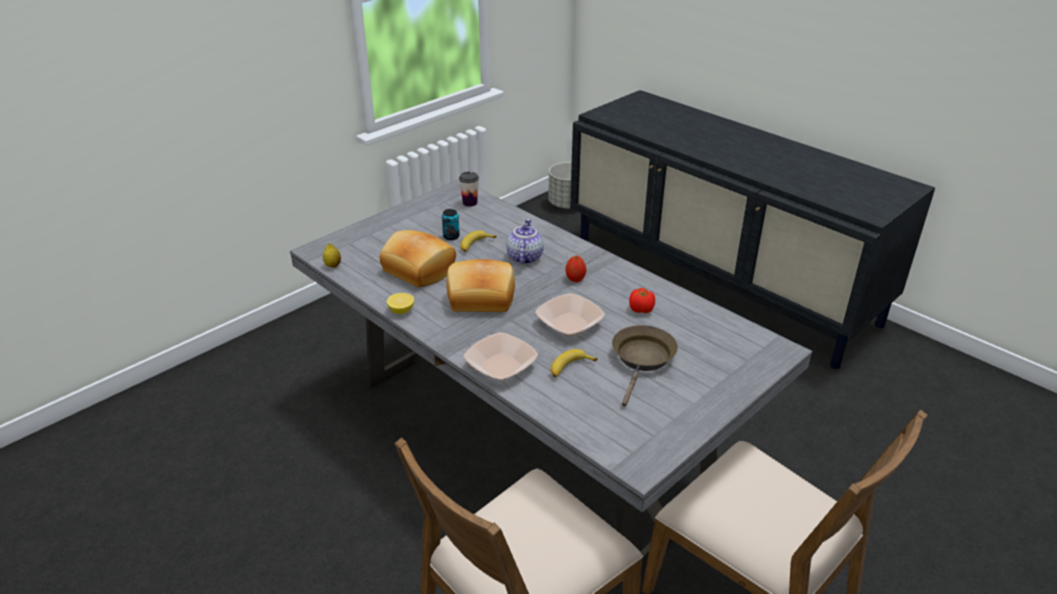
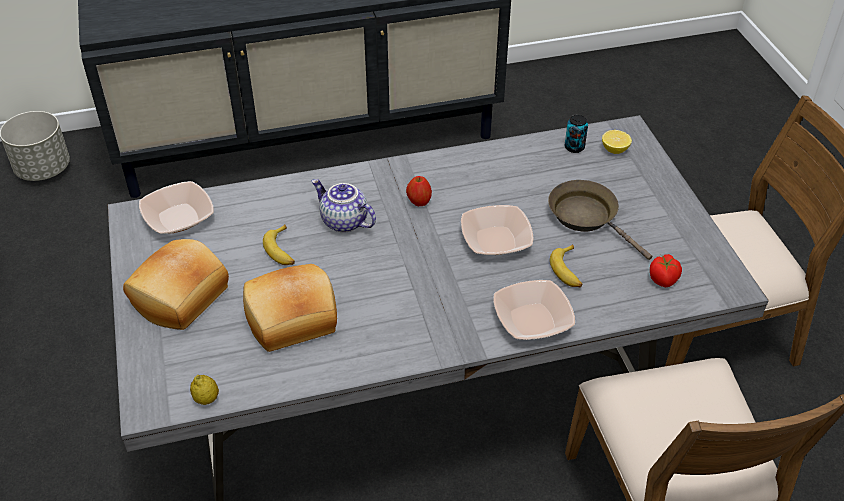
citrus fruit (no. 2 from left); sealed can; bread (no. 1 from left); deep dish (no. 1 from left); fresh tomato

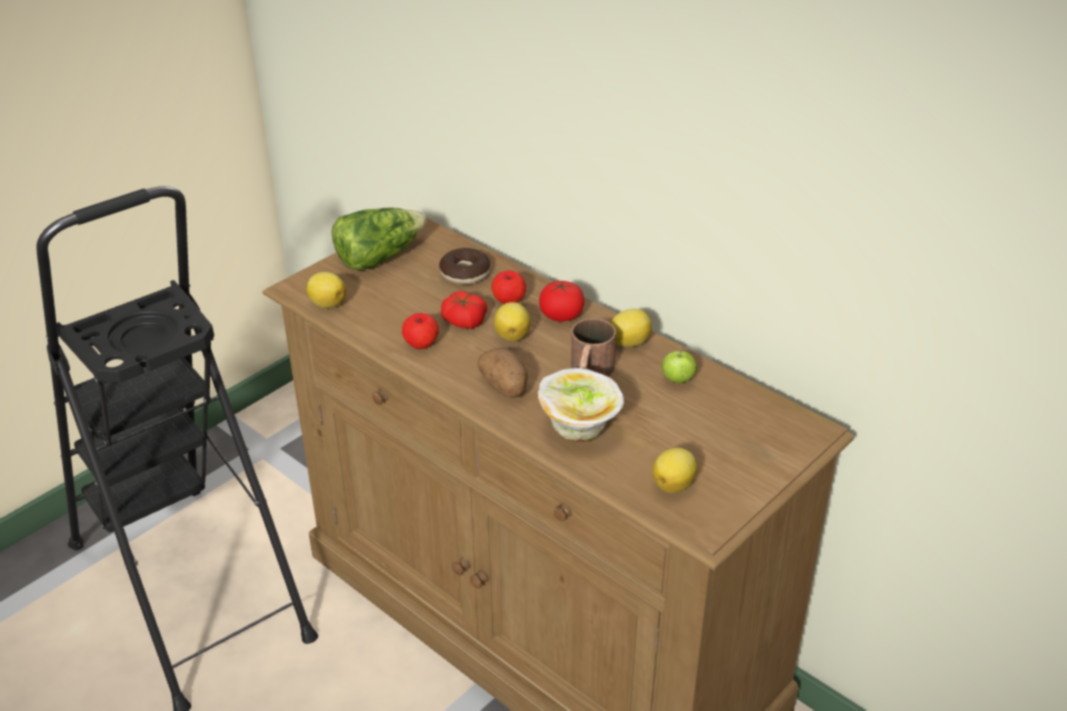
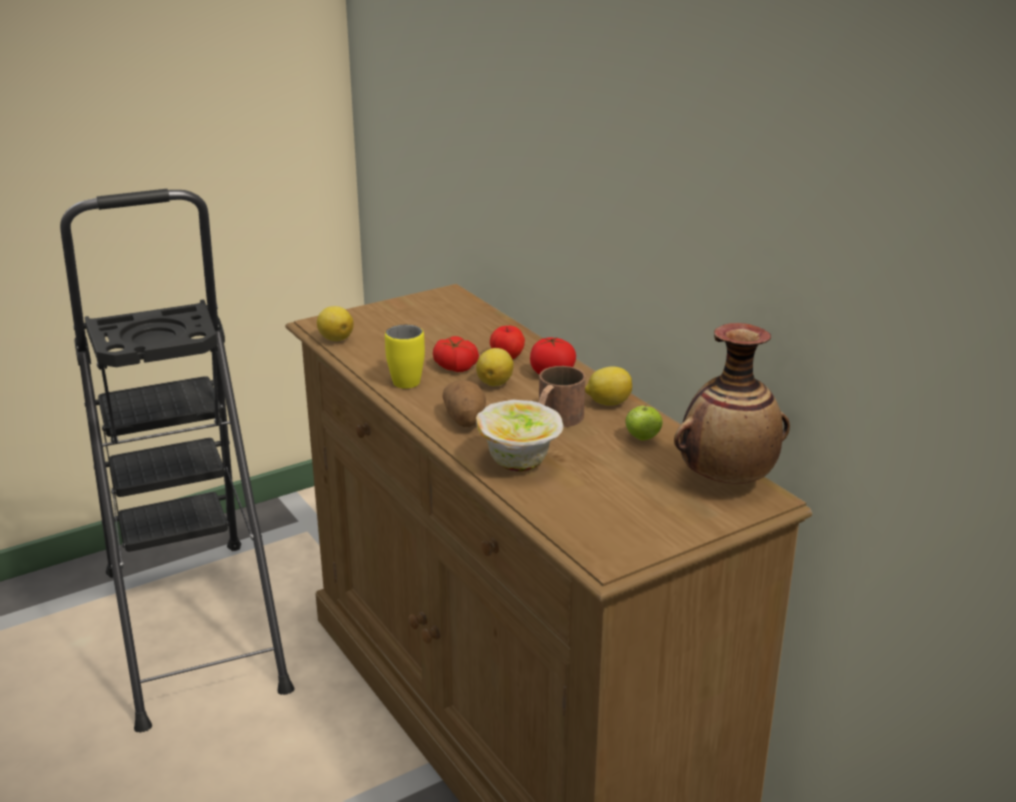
head of lettuce; yellow coffee mug; donut; citrus fruit (no. 4 from left in the first image); vase

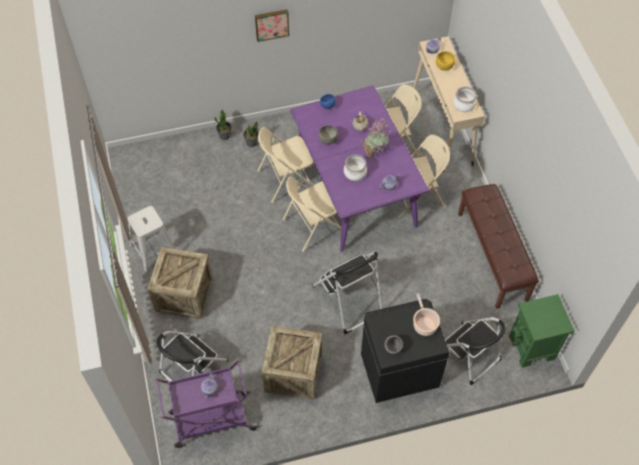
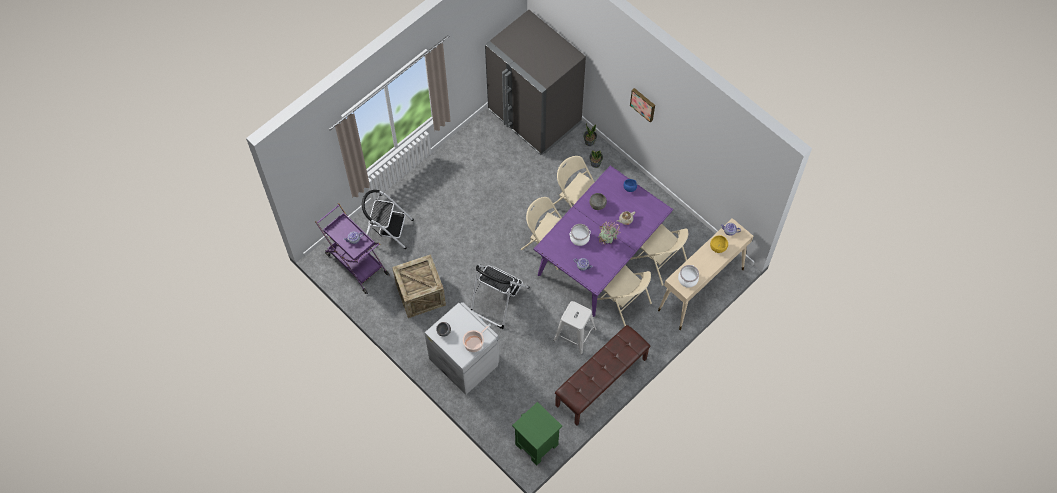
white stool; shipping crate (no. 1 from left in the first image); white washing machine; step ladder (no. 3 from left in the first image); greyish fridge

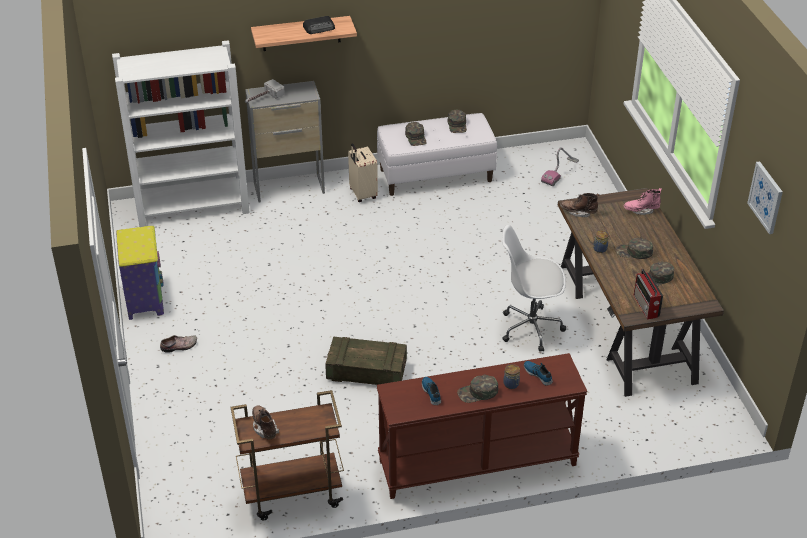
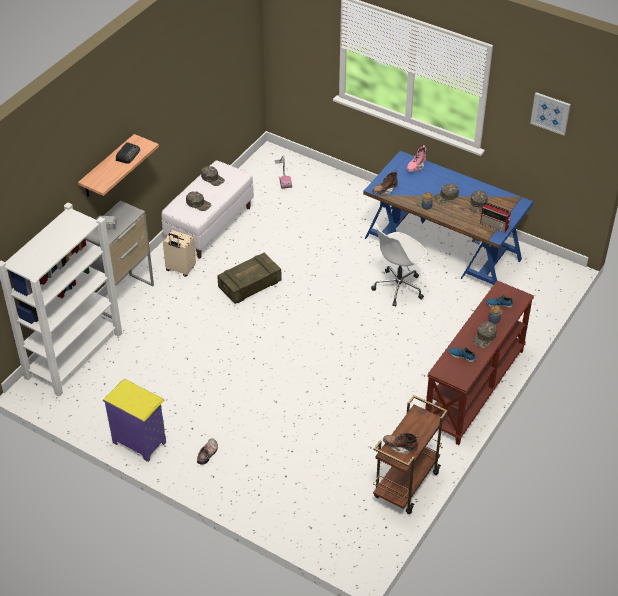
shipping crate; blue-coloured desk table

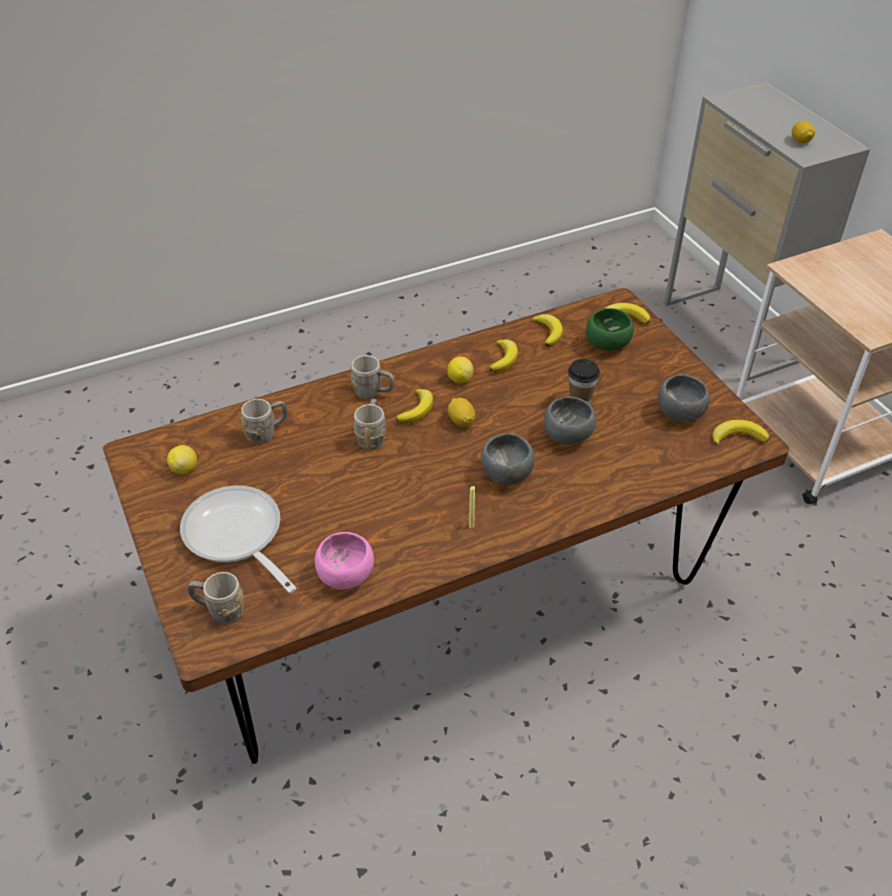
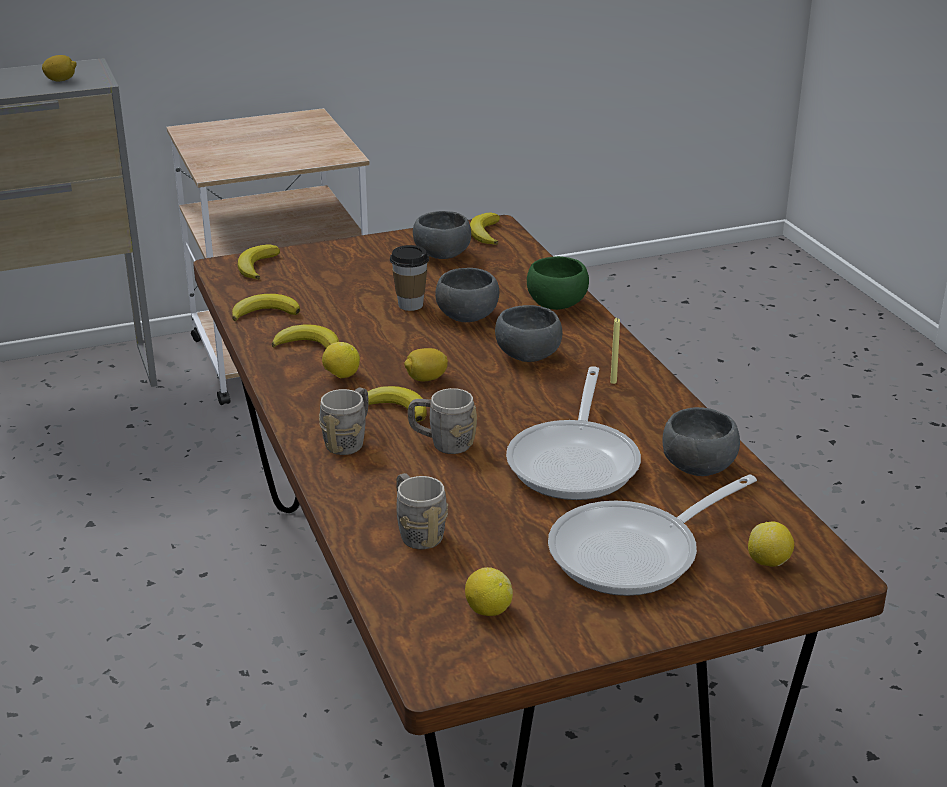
citrus fruit (no. 5 from left); greyish deep dish (no. 4 from left); greenish deep dish; skillet (no. 1 from left)

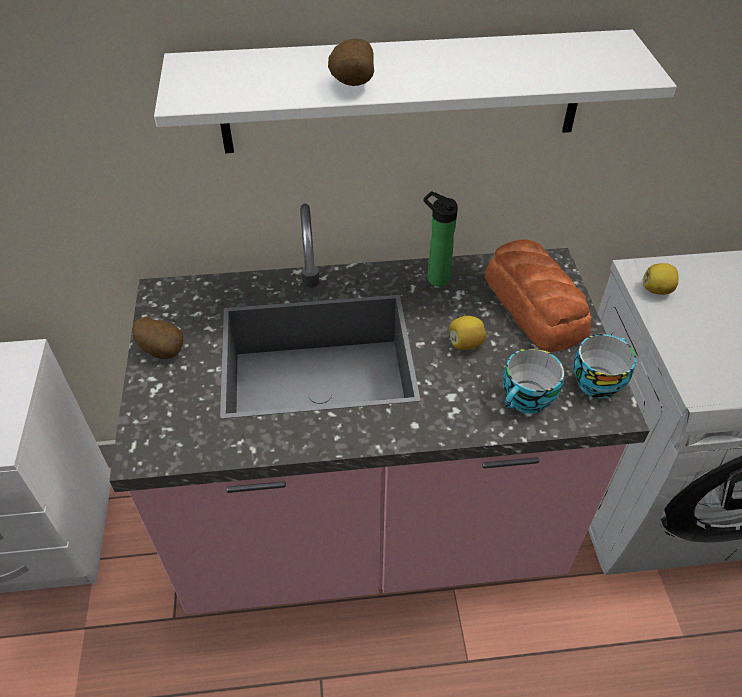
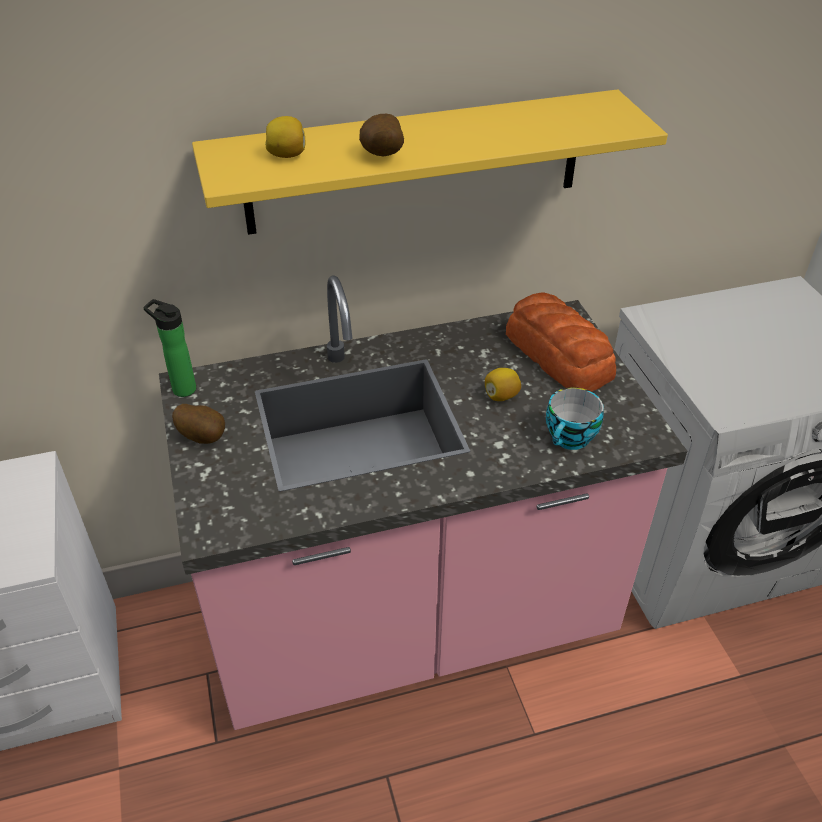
yellow bracket shelf; drink bottle; small cup (no. 2 from left in the first image); citrus fruit (no. 1 from left)

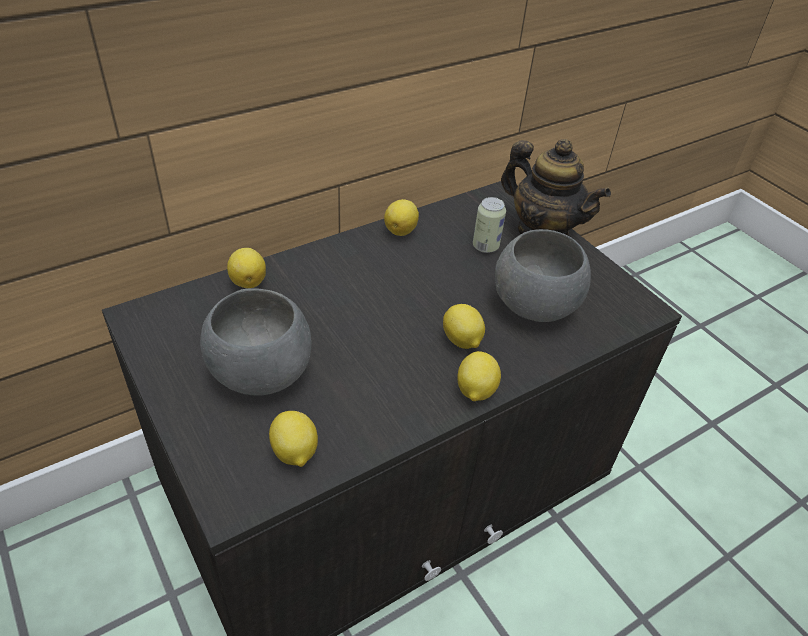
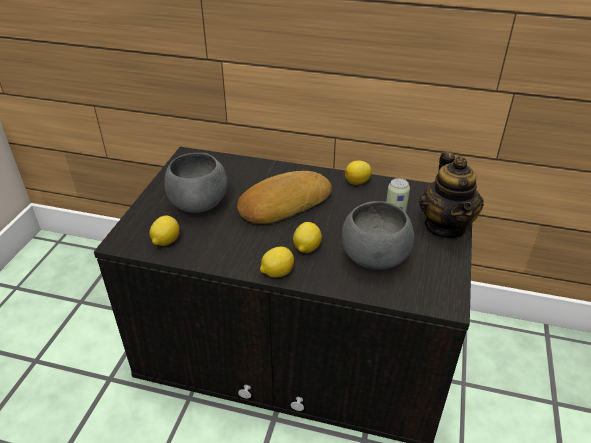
citrus fruit (no. 1 from left in the first image); bread

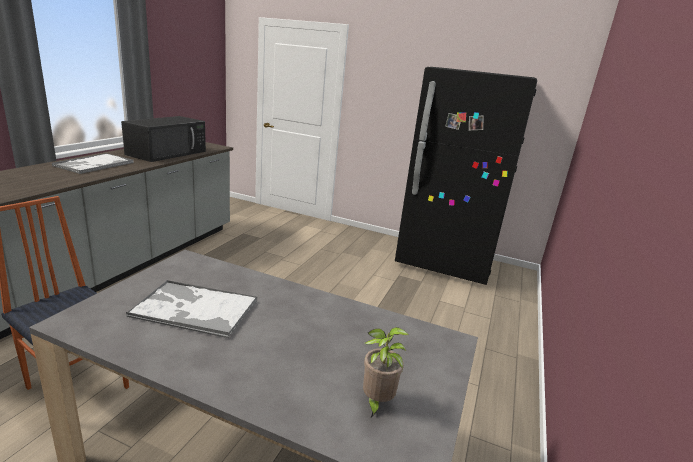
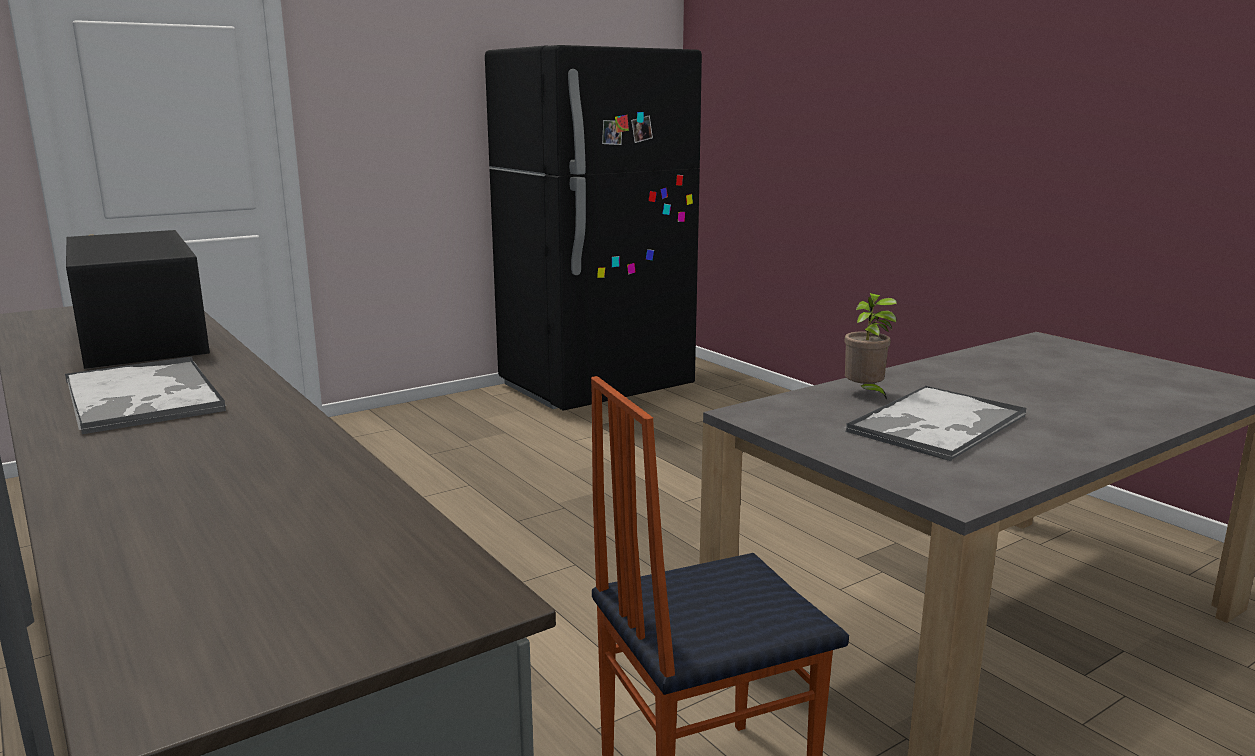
potted plant

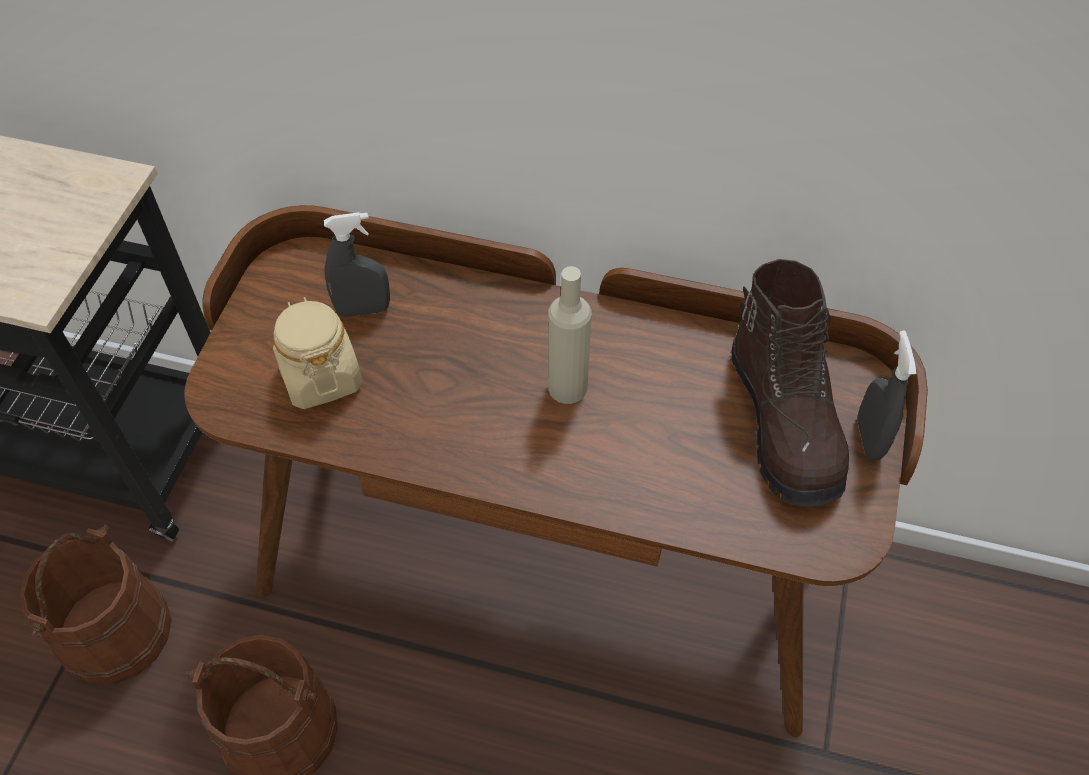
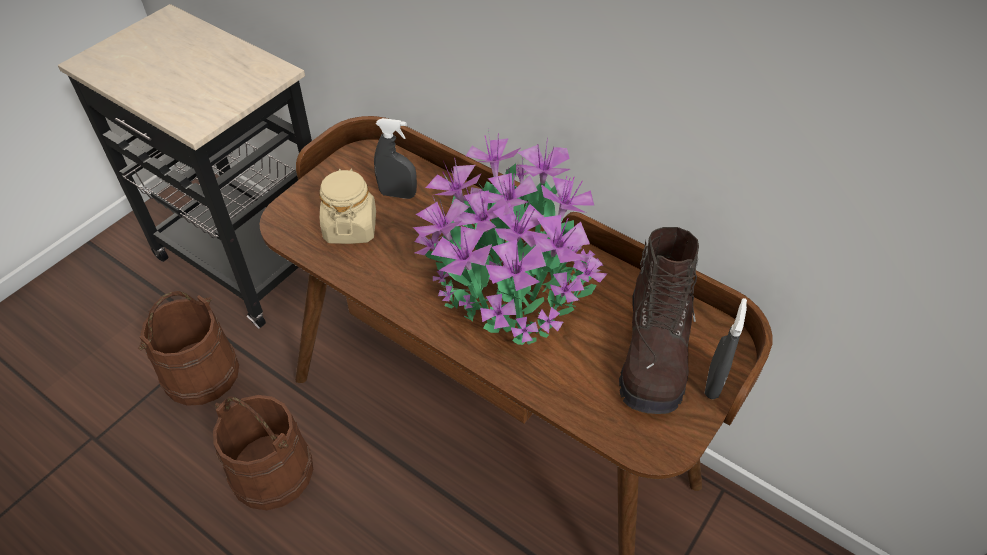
potted plant

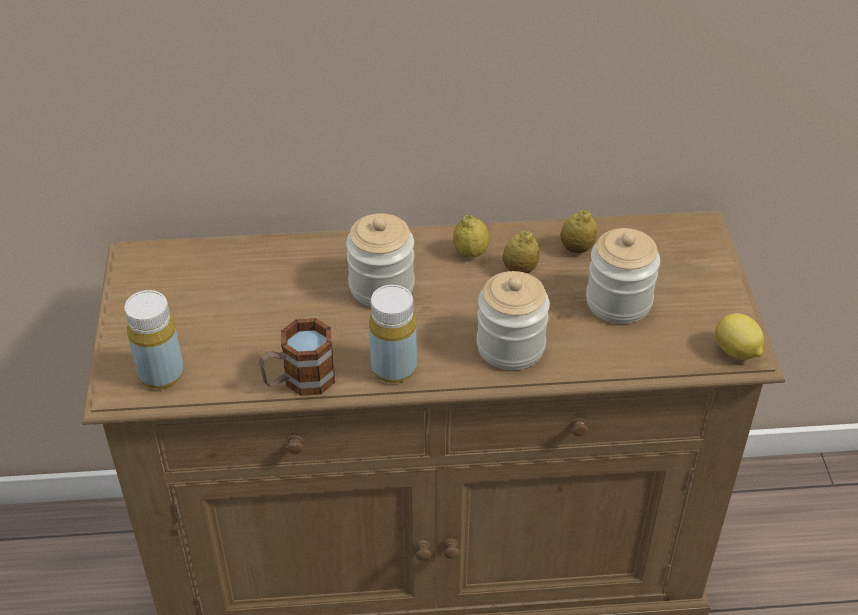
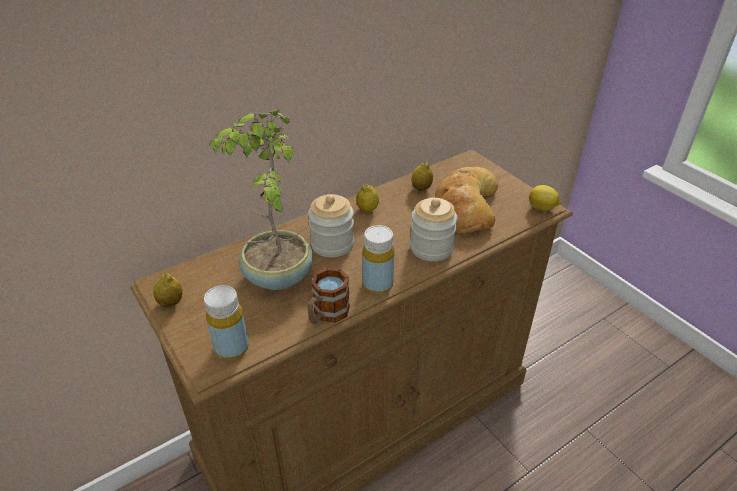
citrus fruit (no. 1 from left); bread; potted plant

